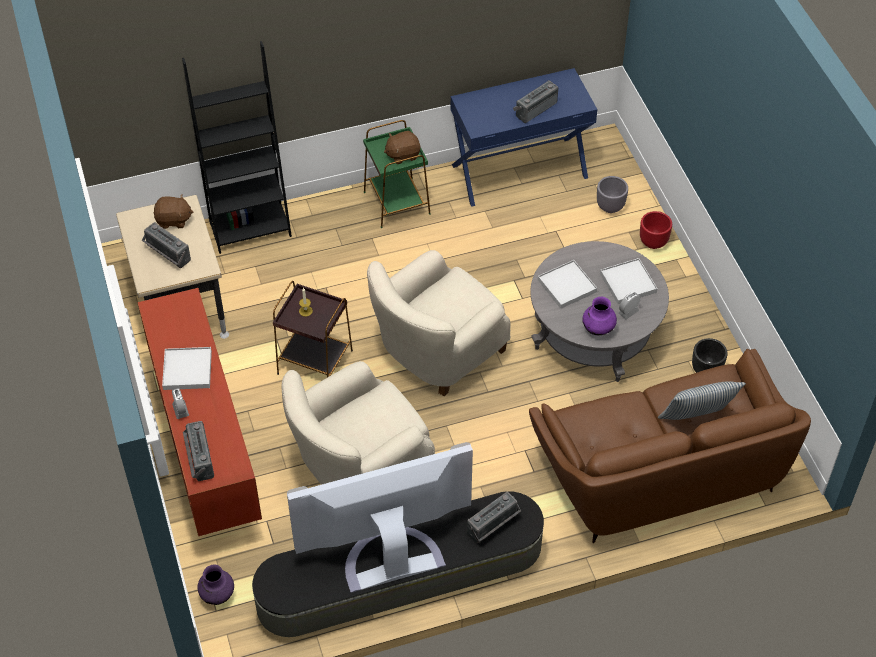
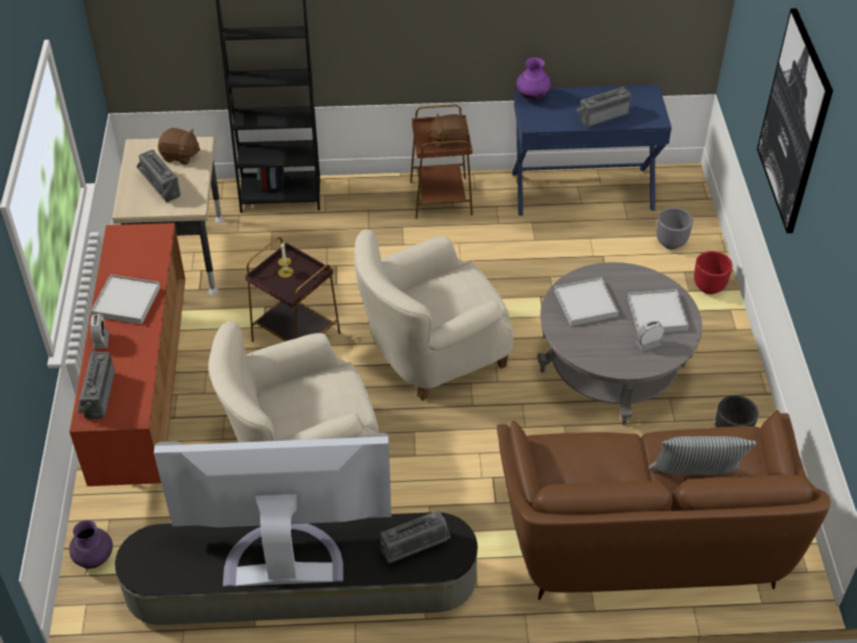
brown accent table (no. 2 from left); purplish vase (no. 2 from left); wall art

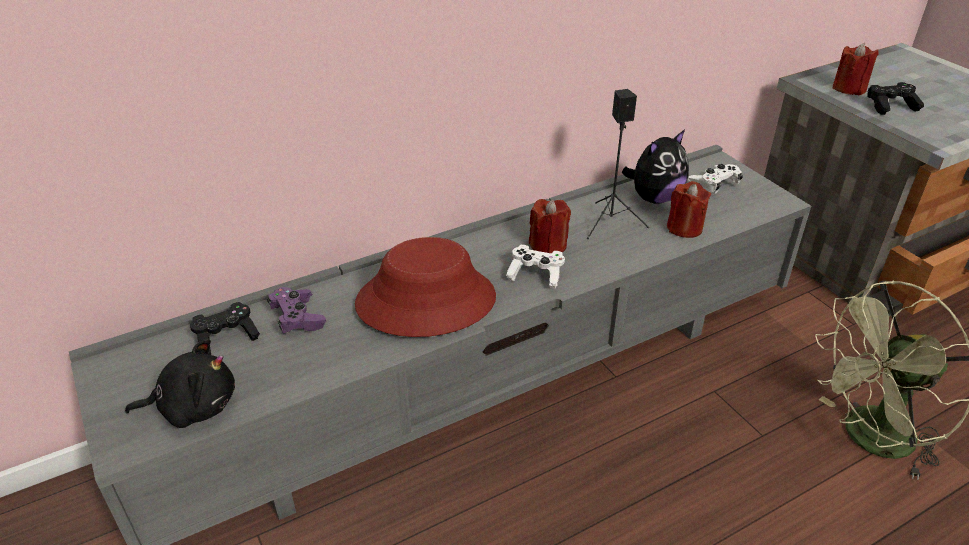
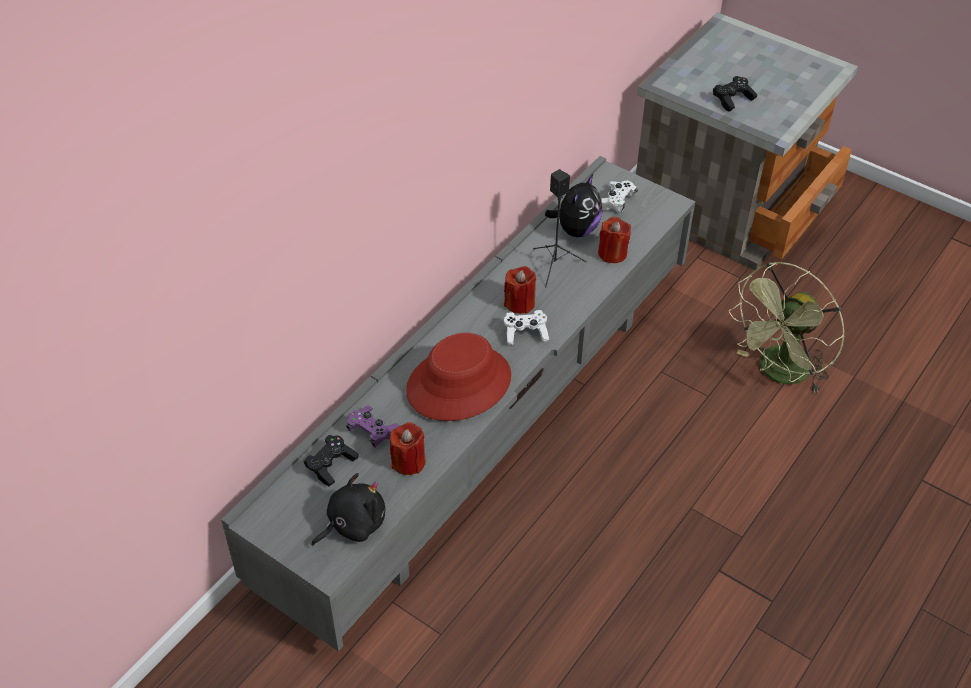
red-coloured wax light (no. 1 from left)

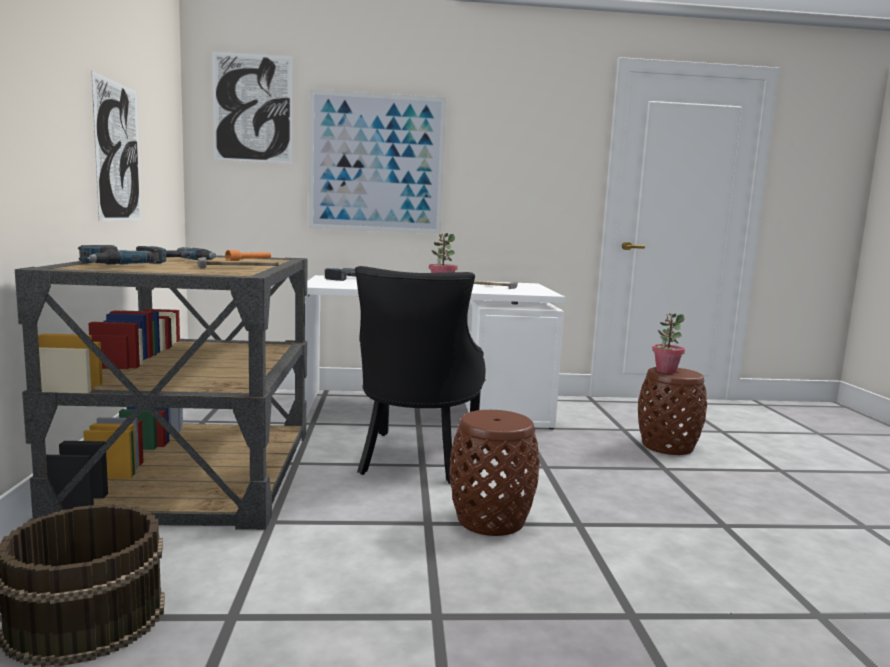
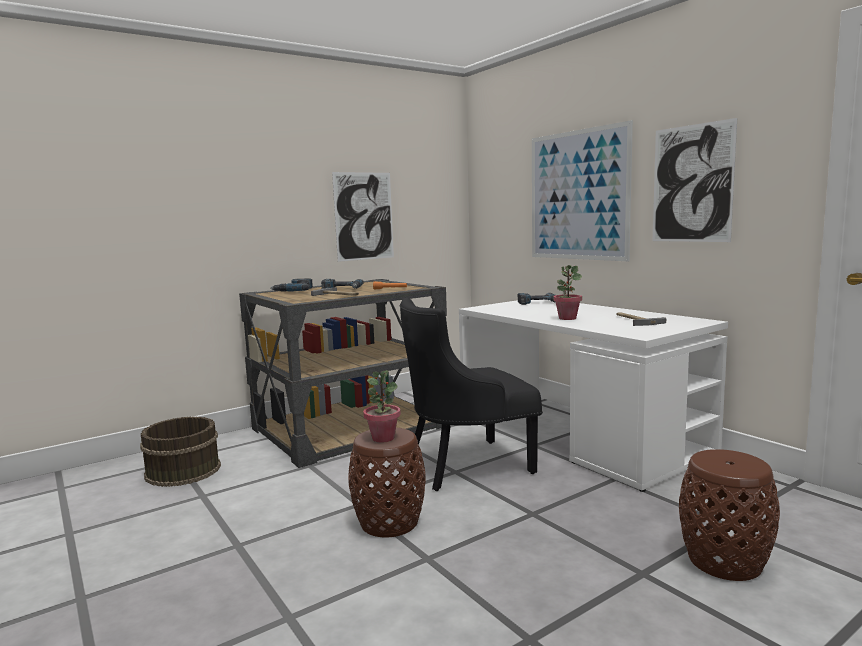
wall art (no. 3 from left); potted plant (no. 1 from left)

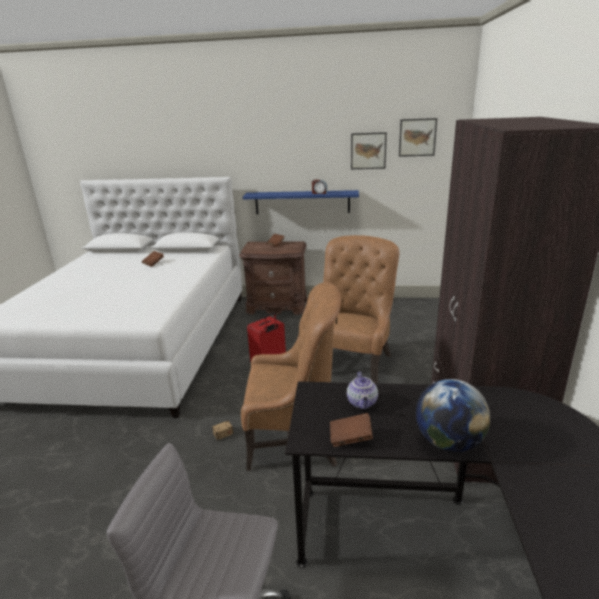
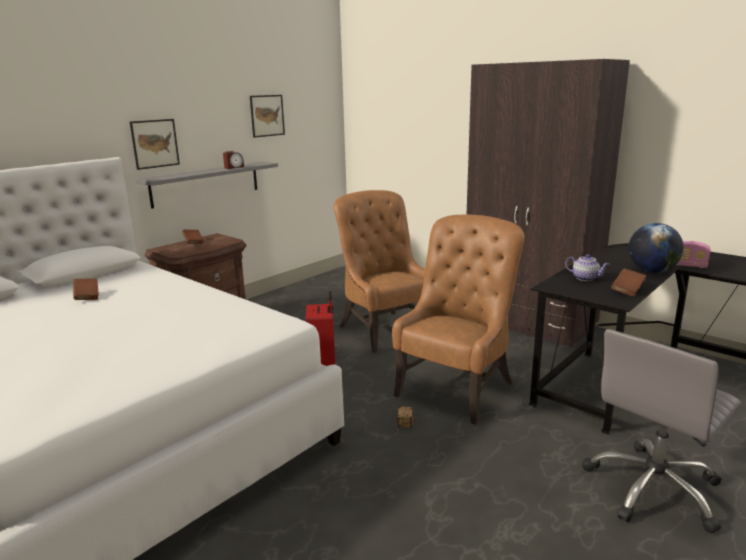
greyish bracket shelf; wall art (no. 1 from left); radio set

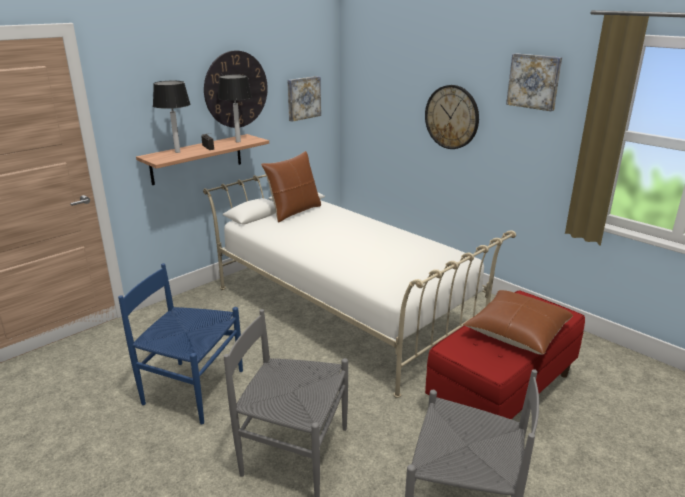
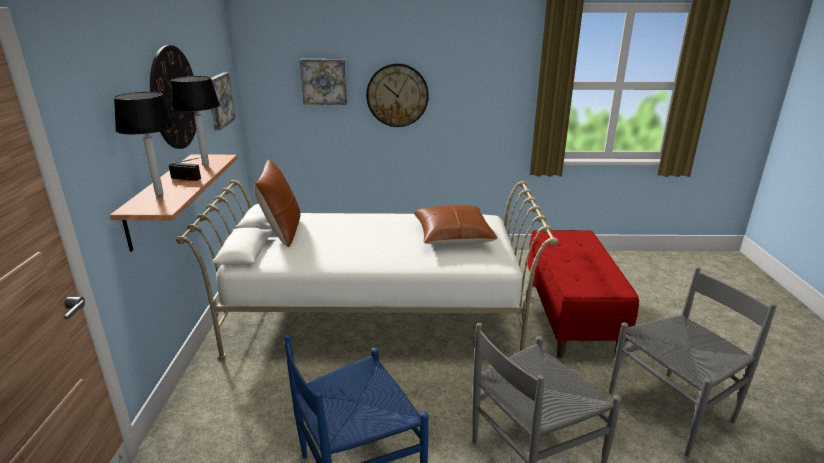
brown pillow (no. 2 from left); wall art (no. 2 from left)

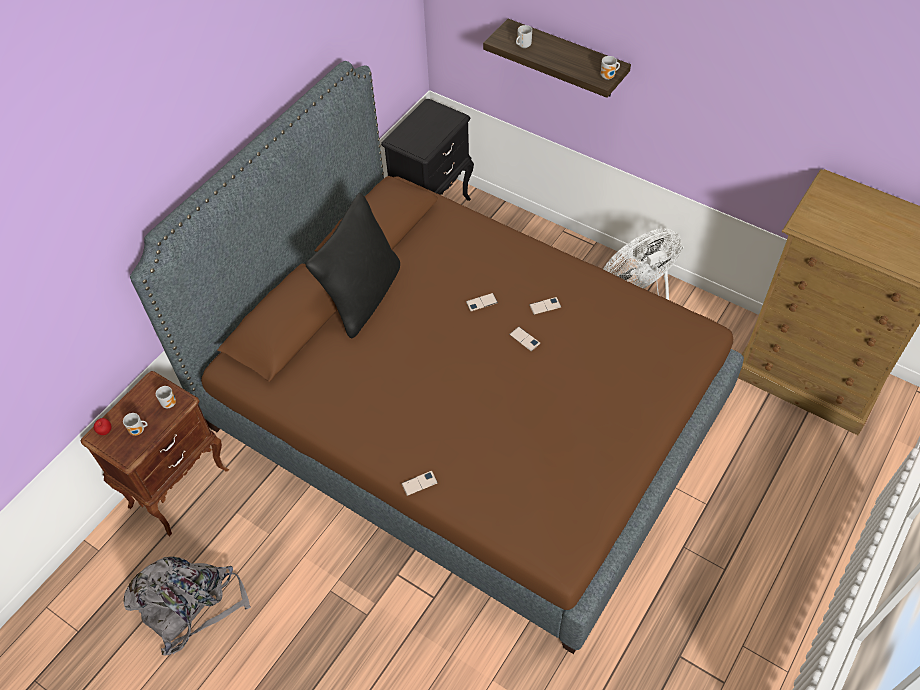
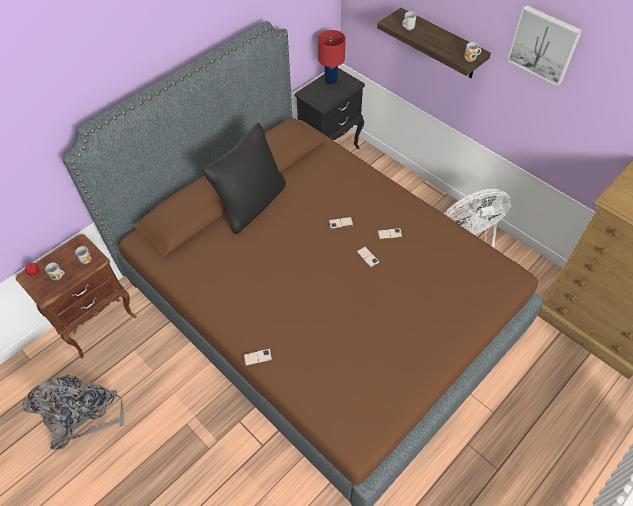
red-coloured lamp for a table; wall art

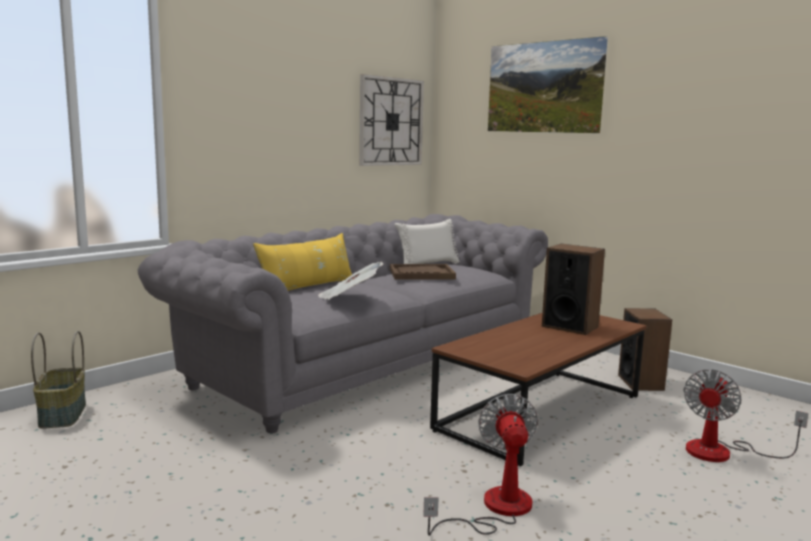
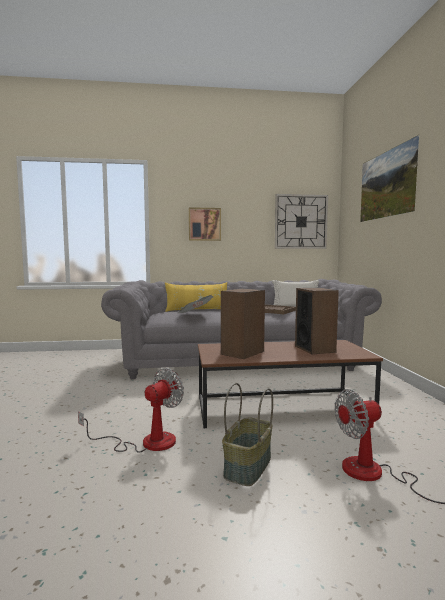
basket; audio speaker (no. 1 from left); wall art (no. 1 from left)

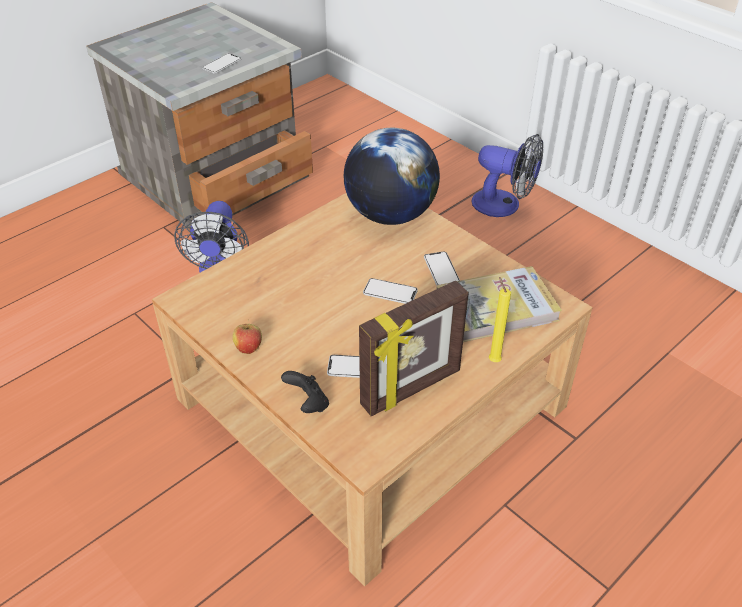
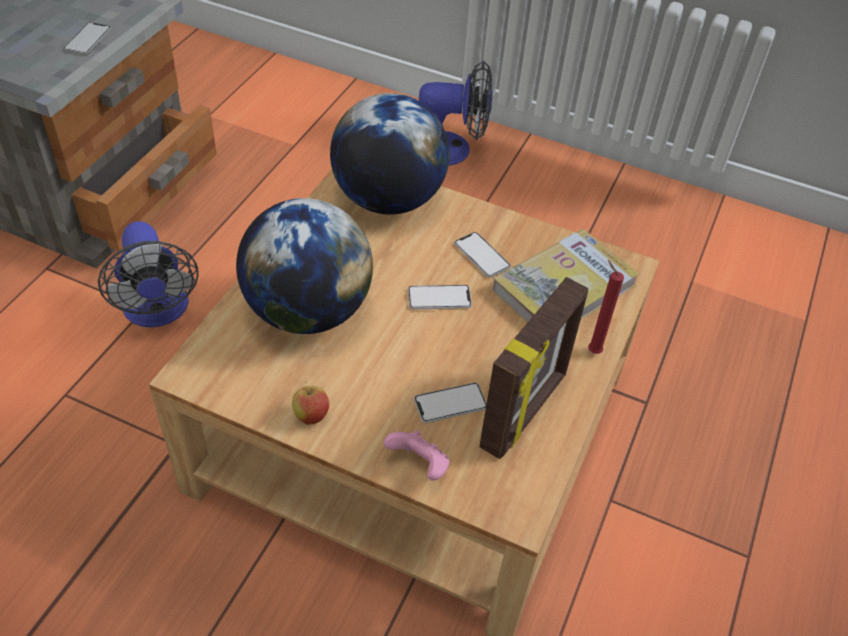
pink gamepad; red-coloured wax light; globe (no. 1 from left)

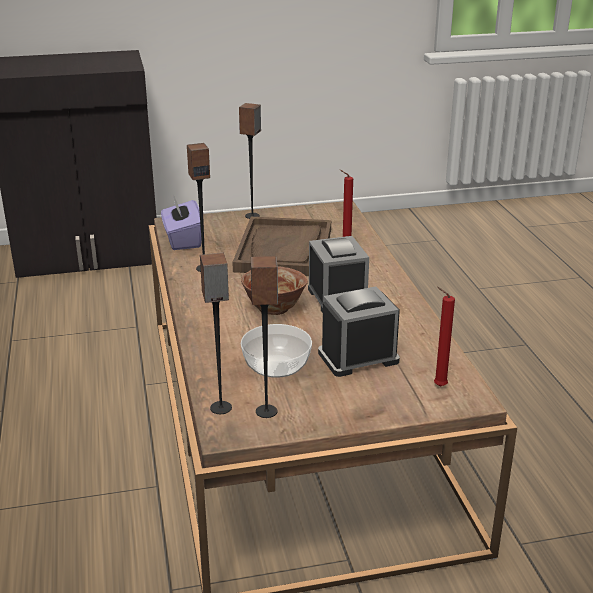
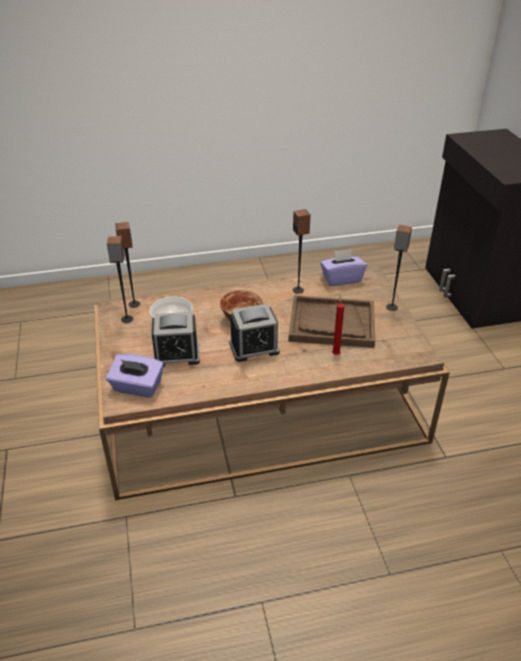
table clock (no. 1 from left); purplish tissue holder (no. 1 from left)

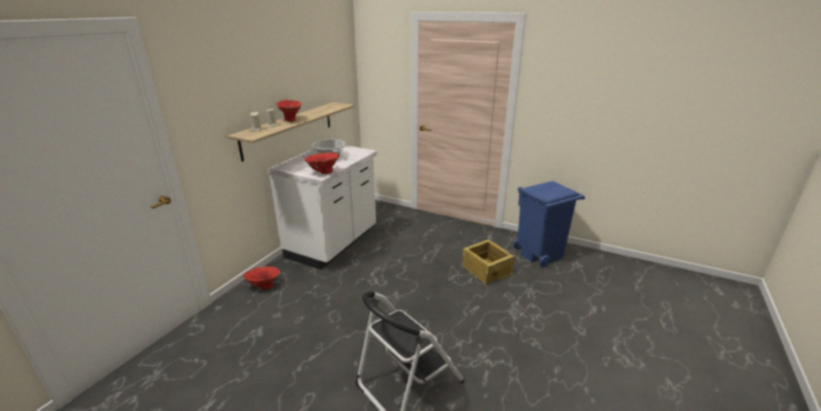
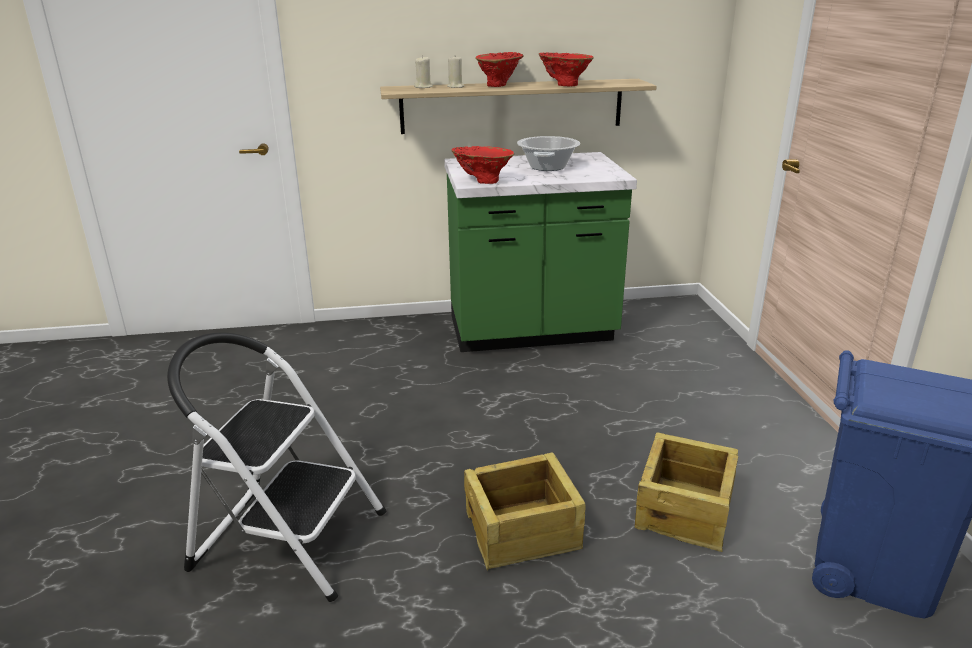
red-coloured vase (no. 3 from left); greenish counter; shipping crate (no. 1 from left)

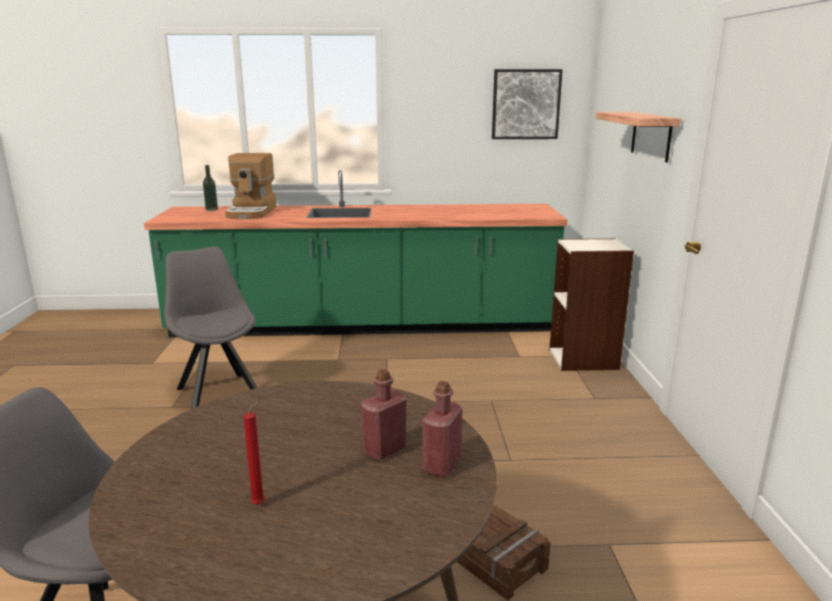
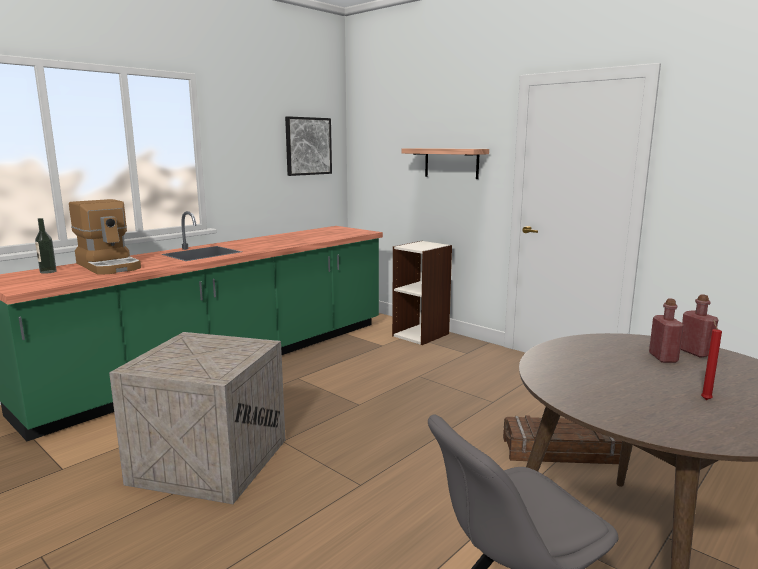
shipping crate (no. 1 from left)

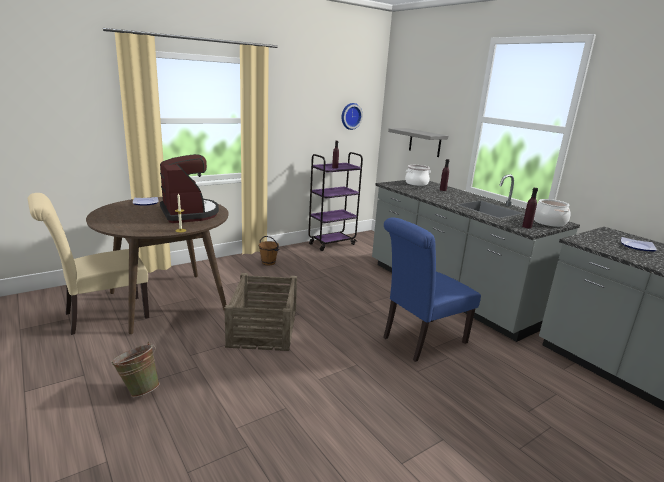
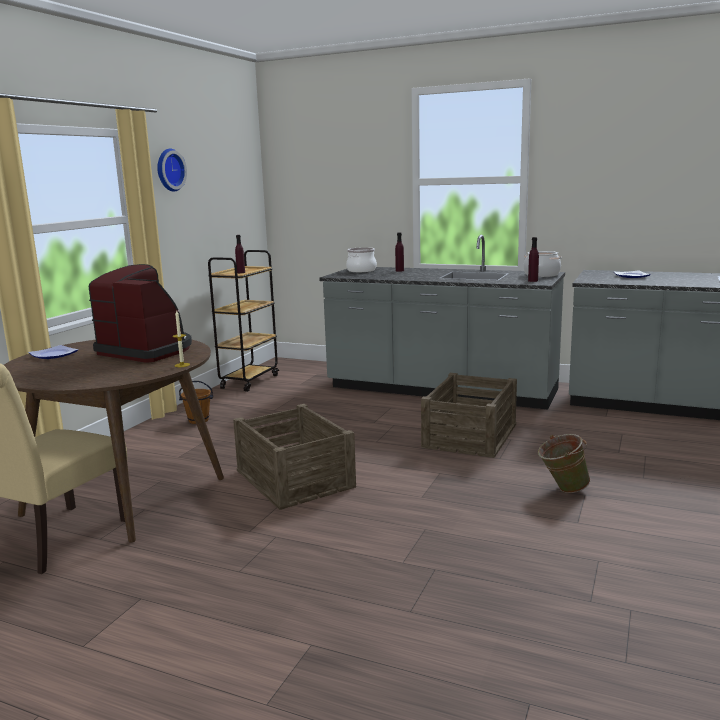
greenish bucket; brown wheeled cart; hanging clock; shipping crate (no. 2 from left); greyish bracket shelf

